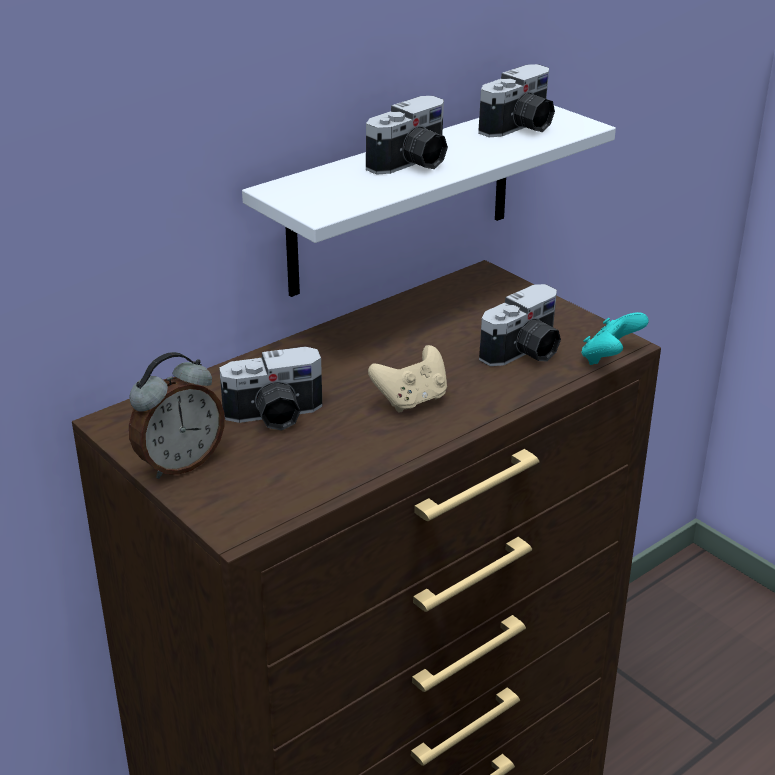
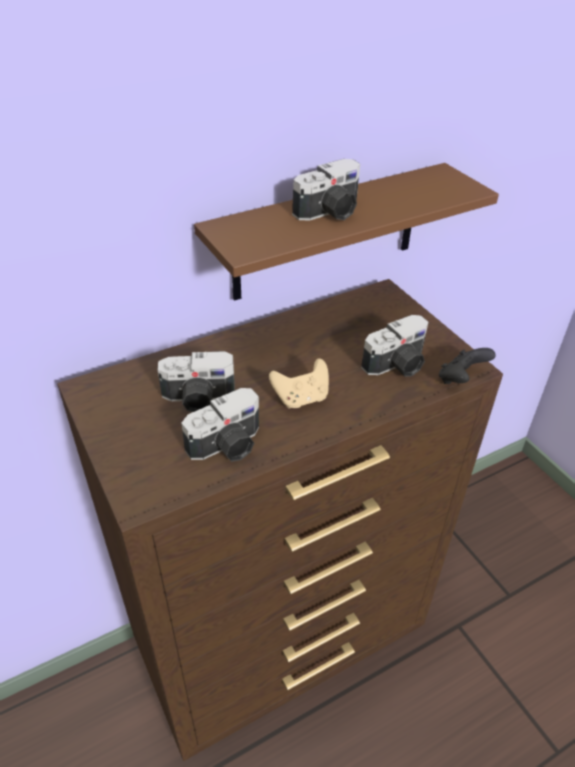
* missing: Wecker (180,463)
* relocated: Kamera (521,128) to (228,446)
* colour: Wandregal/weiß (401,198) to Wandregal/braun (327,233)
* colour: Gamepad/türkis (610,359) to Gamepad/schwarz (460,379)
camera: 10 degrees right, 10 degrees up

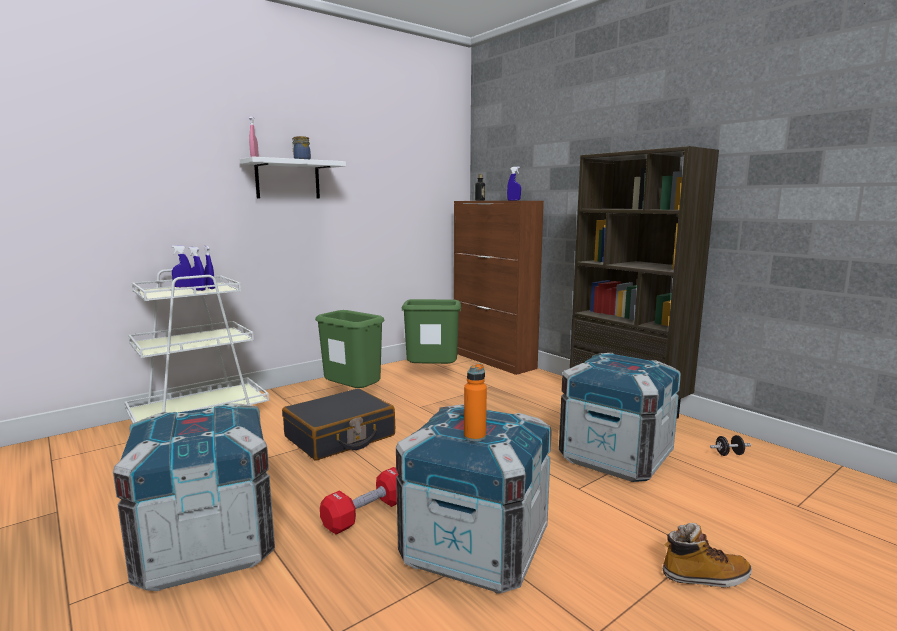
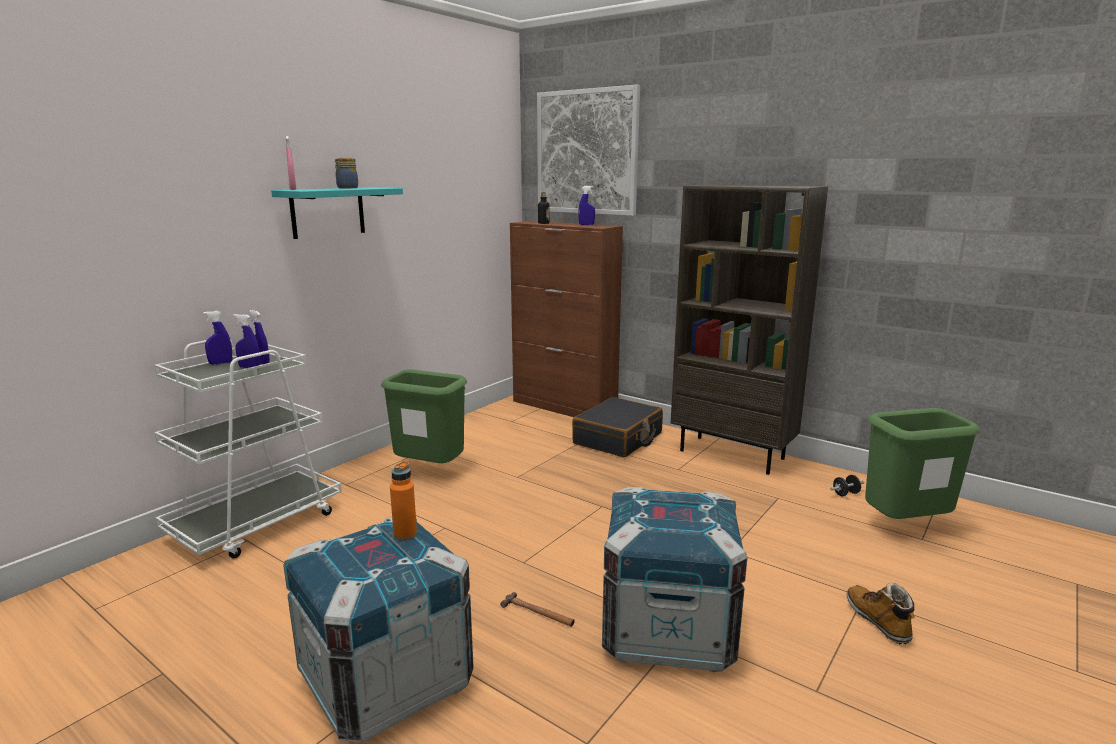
* missing: Kiste (615,457)
* appeared: Bild (587,152)
* relocated: Koffer/schwarz (340,437) to (618,439)
* relocated: Mülleimer/grün (432,373) to (905,526)
* relocated: Flasche/orange (474,437) to (405,535)
* exchanged: Hantel/rot (366,514) to Hammer (538,613)
* colour: Wandregal/weiß (288,180) to Wandregal/türkis (328,212)
* spun: Stiefel (705,577) = (878,621) 90 degrees counterclockwise
camera: 15 degrees left, 5 degrees up

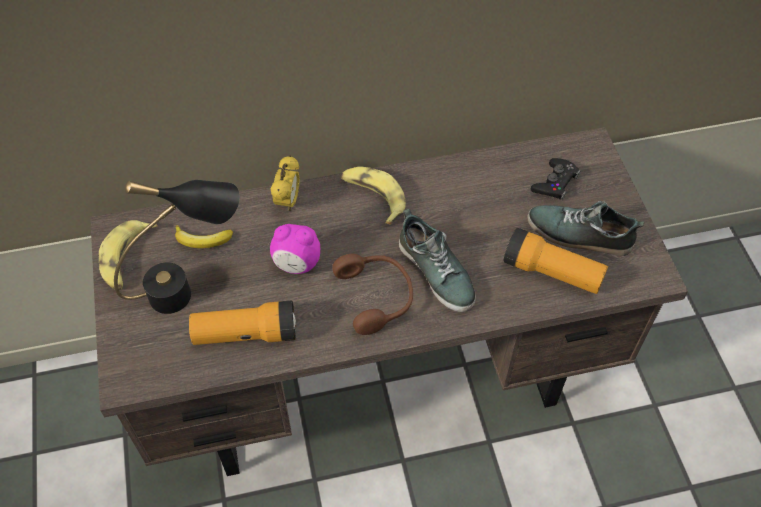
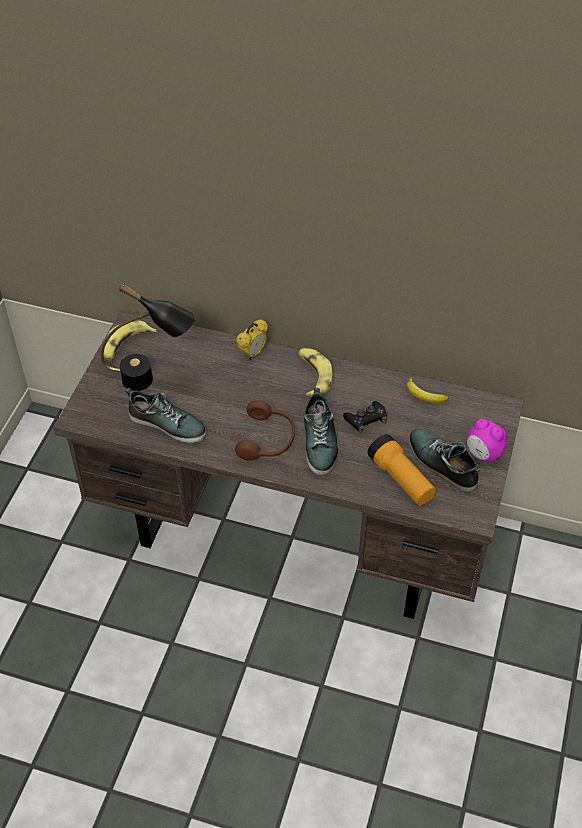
* relocated: Banane (202,241) to (424,396)
* relocated: Wecker (297,264) to (483,454)
* relocated: Gamepad/schwarz (555,183) to (366,419)
* exchanged: Taschenlampe (246,334) to Schuh (168,424)
camera: 30 degrees right, 5 degrees down

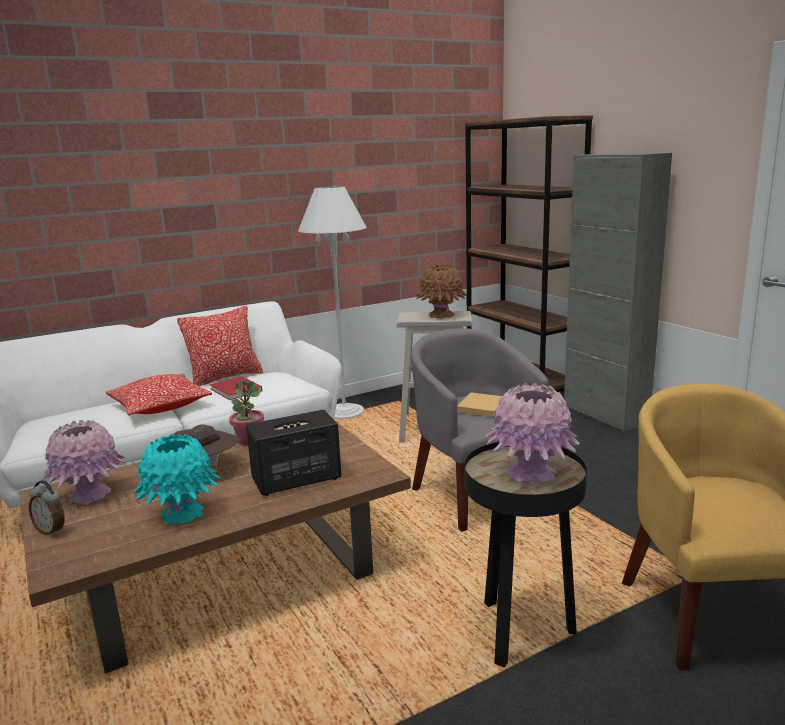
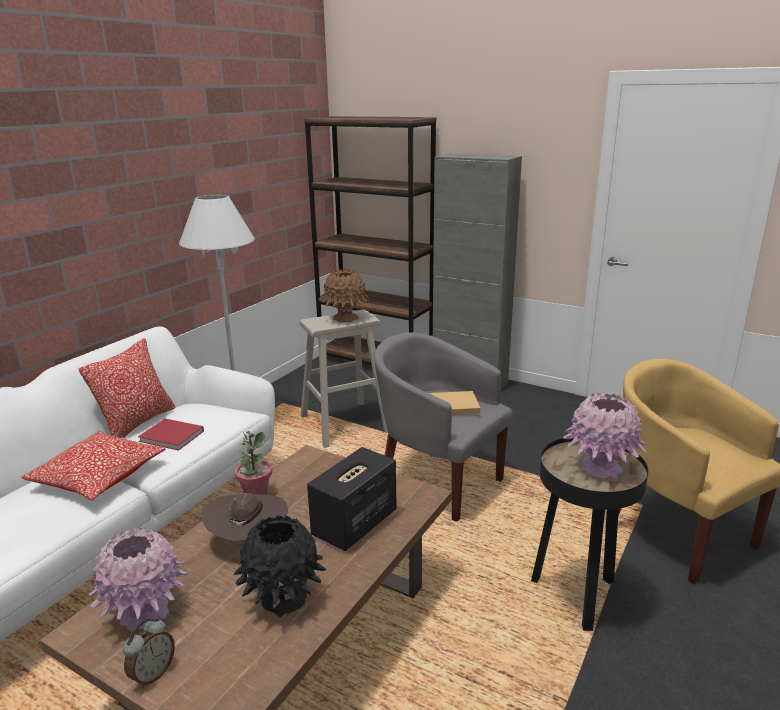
* colour: Vase/türkis (182,514) to Vase/schwarz (283,599)
* spun: Wecker (51,530) = (152,673) 60 degrees counterclockwise
camera: 30 degrees left, 5 degrees up

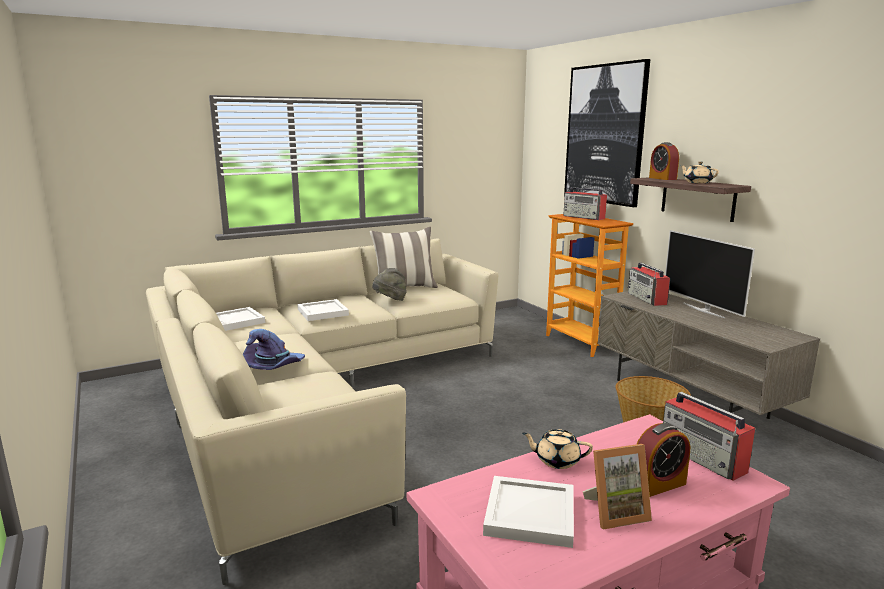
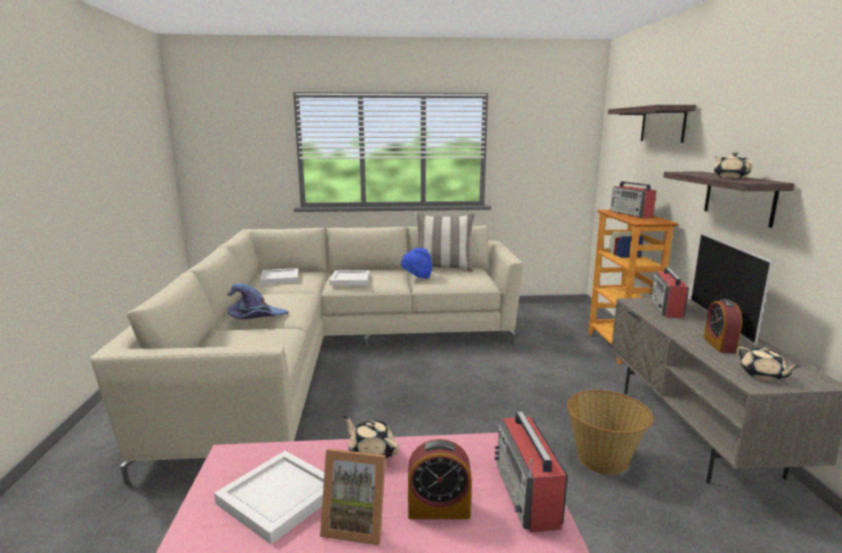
* appeared: Teekanne/beige (762,375)
* relocated: Wecker (662,178) to (719,345)
* exchanged: Bild (604,134) to Wandregal (663,124)
* colour: Hut/grau (390,300) to Hut/blau (417,277)
camera: 25 degrees right, 0 degrees up

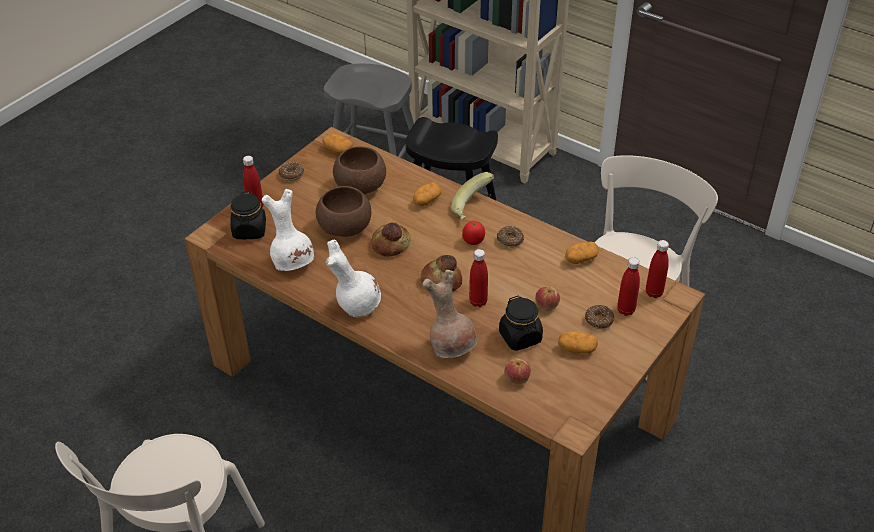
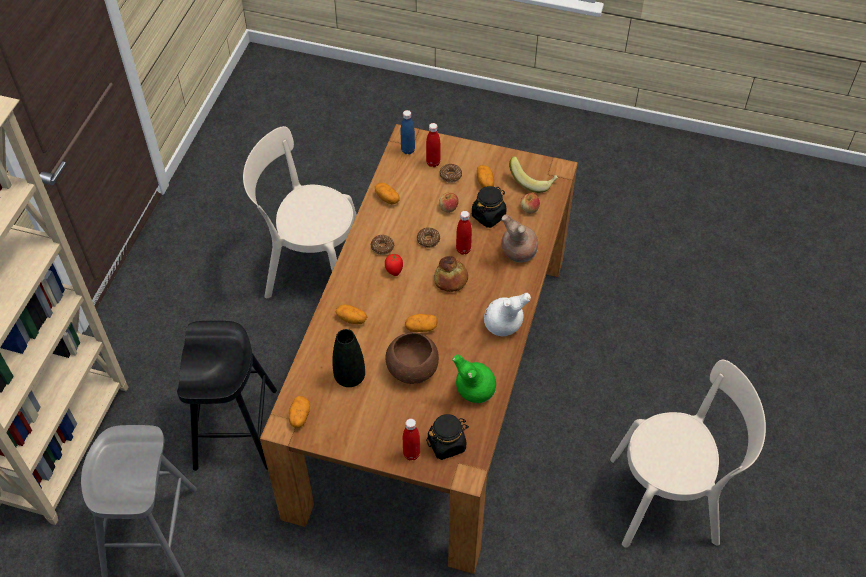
* relocated: Donut (291,175) to (428,240)
* relocated: Banane (473,208) to (532,181)
* exchanged: Schüssel/braun (360,186) to Vase/schwarz (349,377)
* exchanged: Brot (390,244) to Kartoffel (421,327)
* colour: Vase/weiß (293,262) to Vase/grün (473,391)
* colour: Flasche/rot (654,293) to Flasche/blau (408,150)
camera: 110 degrees left, 10 degrees up

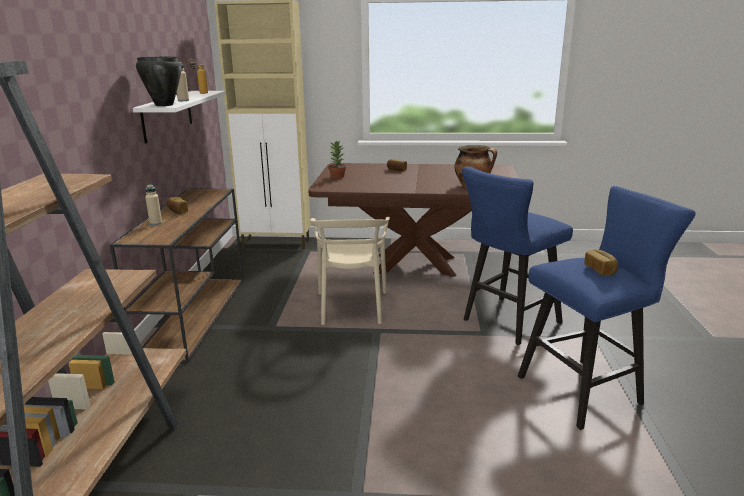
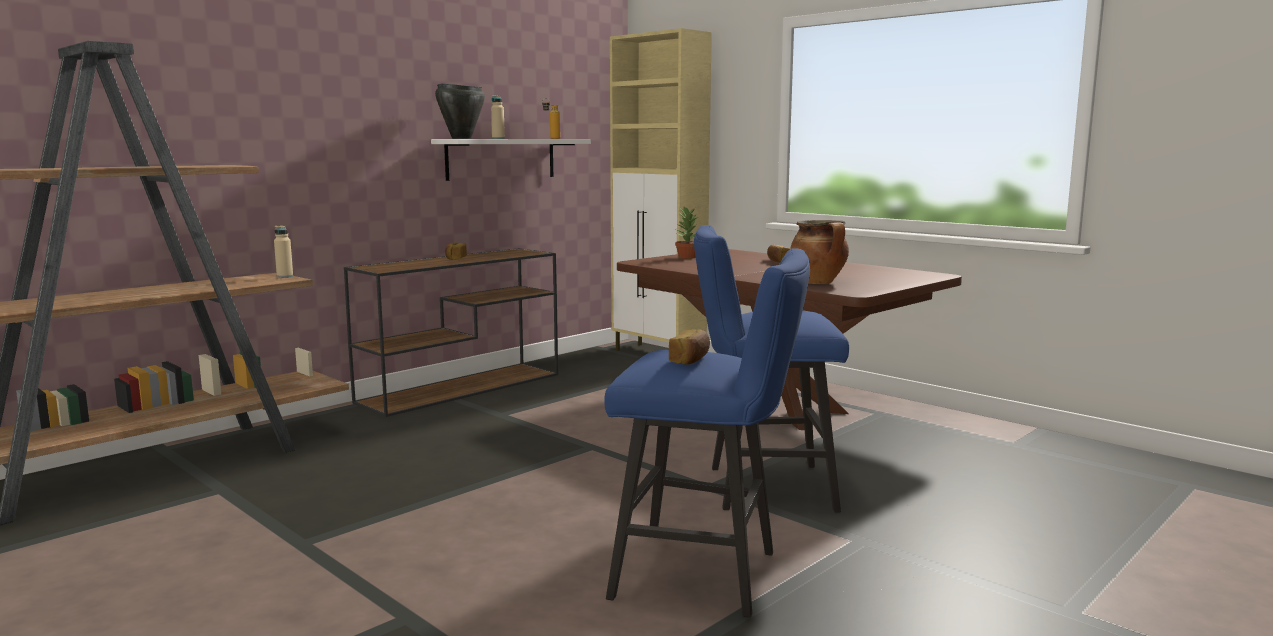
* missing: Stuhl/beige (352,307)
* relocated: Flasche/beige (156,223) to (285,276)
camera: 40 degrees right, 10 degrees down

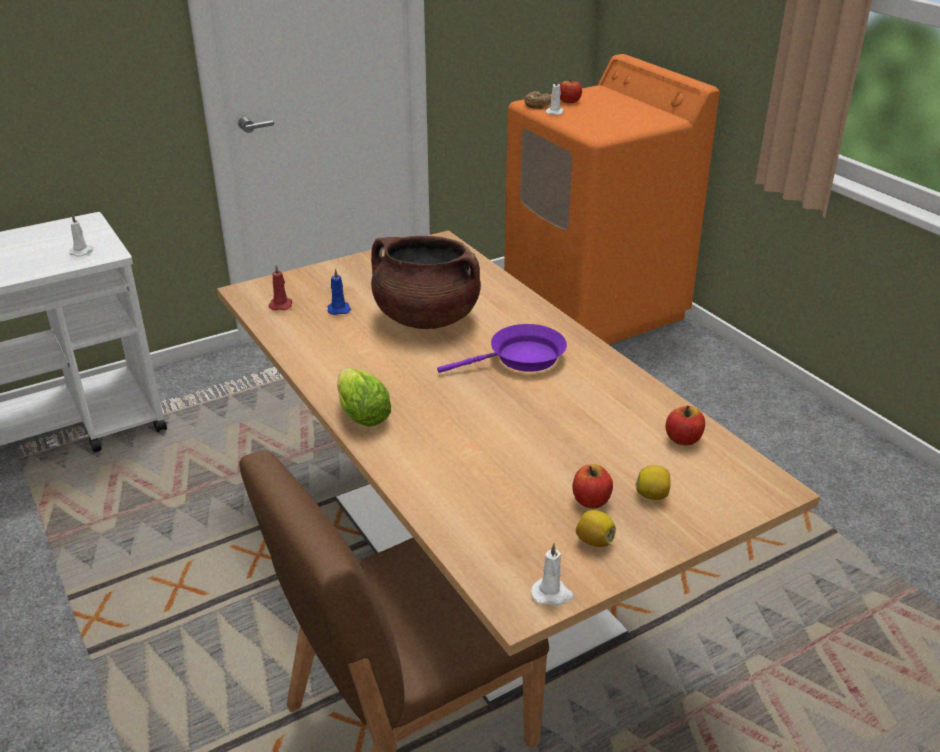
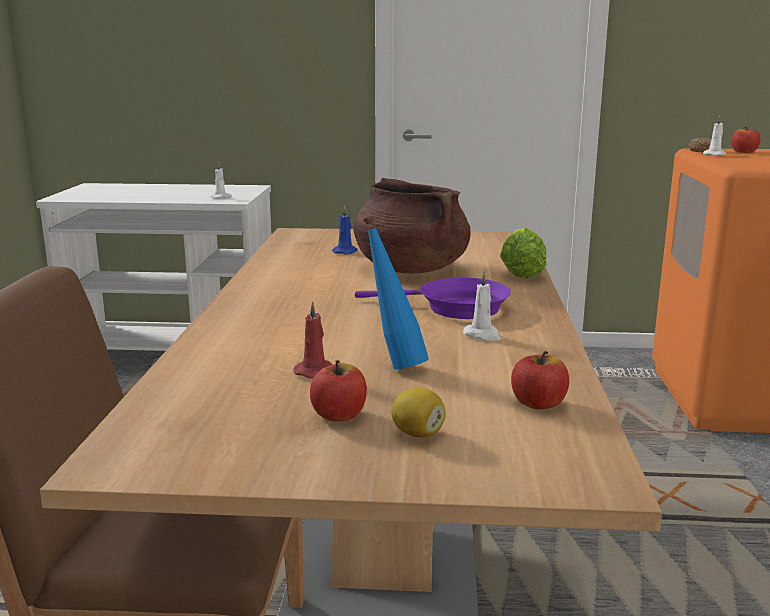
* missing: Zitrone (594,541)
* appeared: Flasche/blau (394,364)
* relocated: Kerze/rot (281,305) to (315,371)
* relocated: Salatkopf (360,413) to (521,273)
* relocated: Kerze/weiß (552,594) to (483,335)
camera: 35 degrees right, 15 degrees down

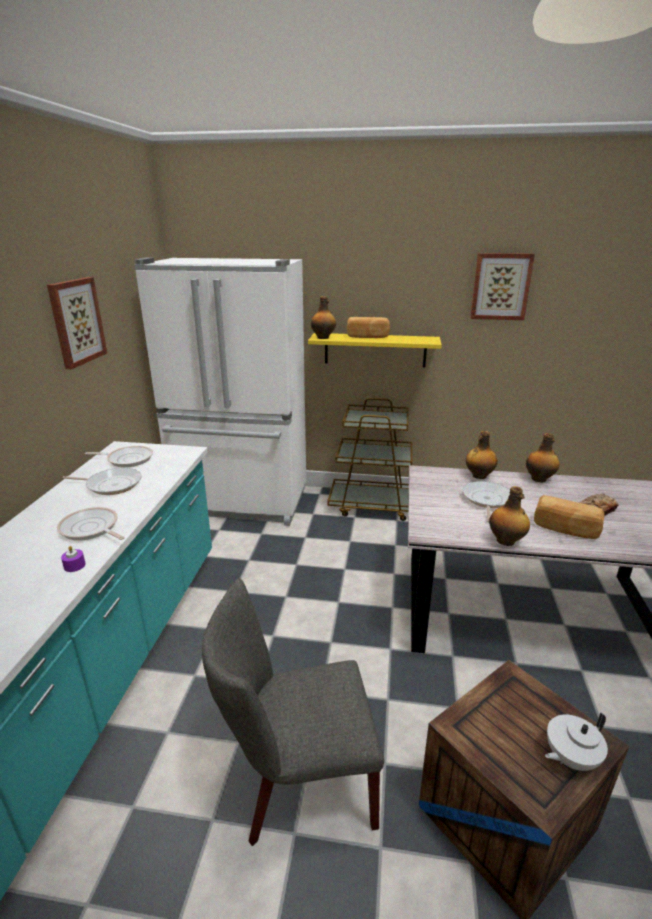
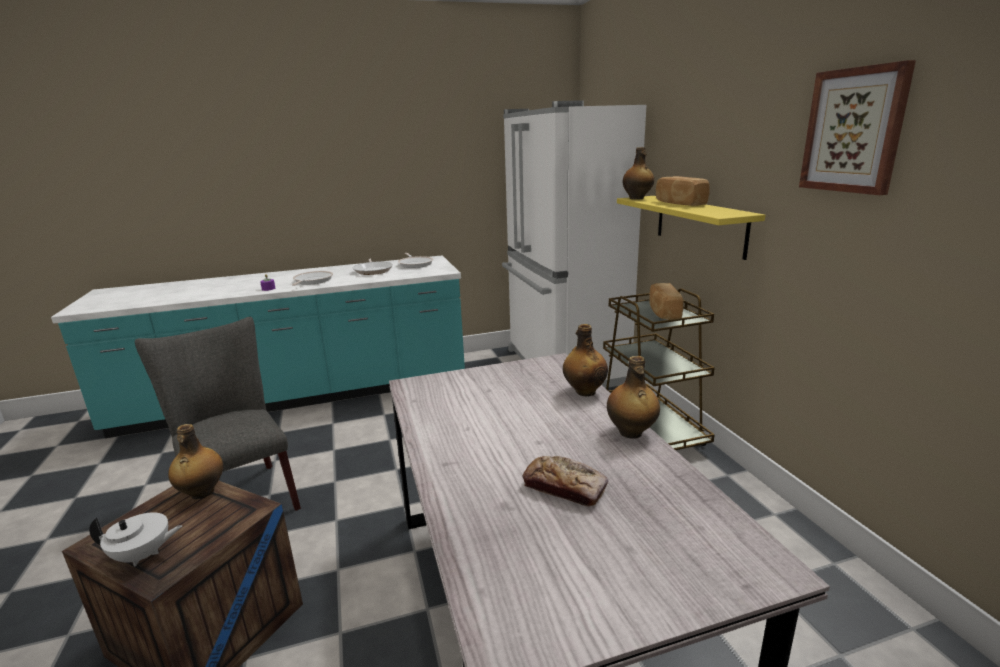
* missing: Bild (76,322)
* missing: Pfanne (486,500)
* relocated: Flasche (506,541) to (202,493)
* relocated: Brot (565,529) to (663,312)
* spun: Teekanne/weiß (569,757) = (143,555) 135 degrees clockwise
camera: 65 degrees right, 5 degrees down

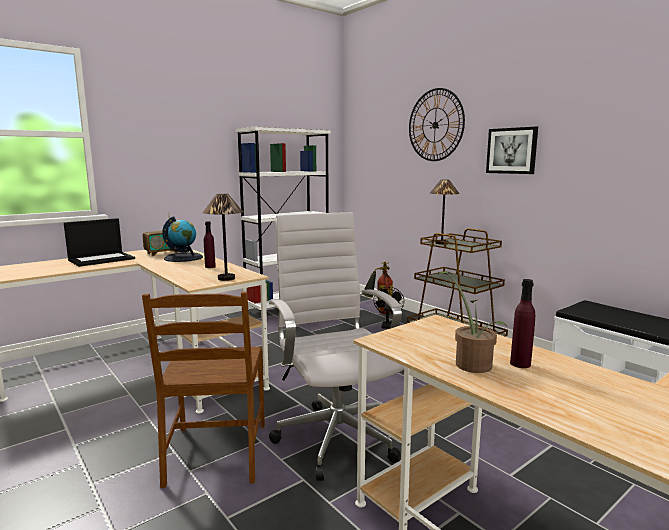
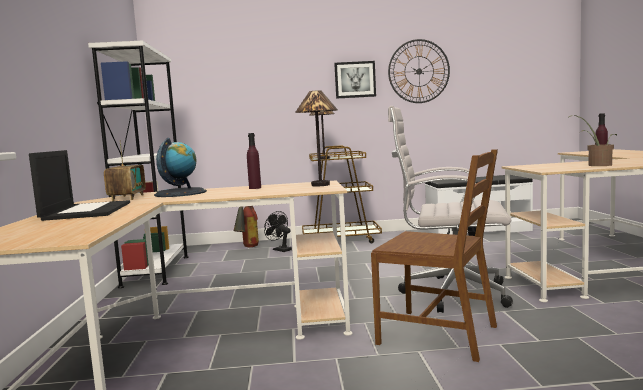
* relocated: Wanduhr (435,125) to (419,71)
camera: 55 degrees left, 5 degrees down

